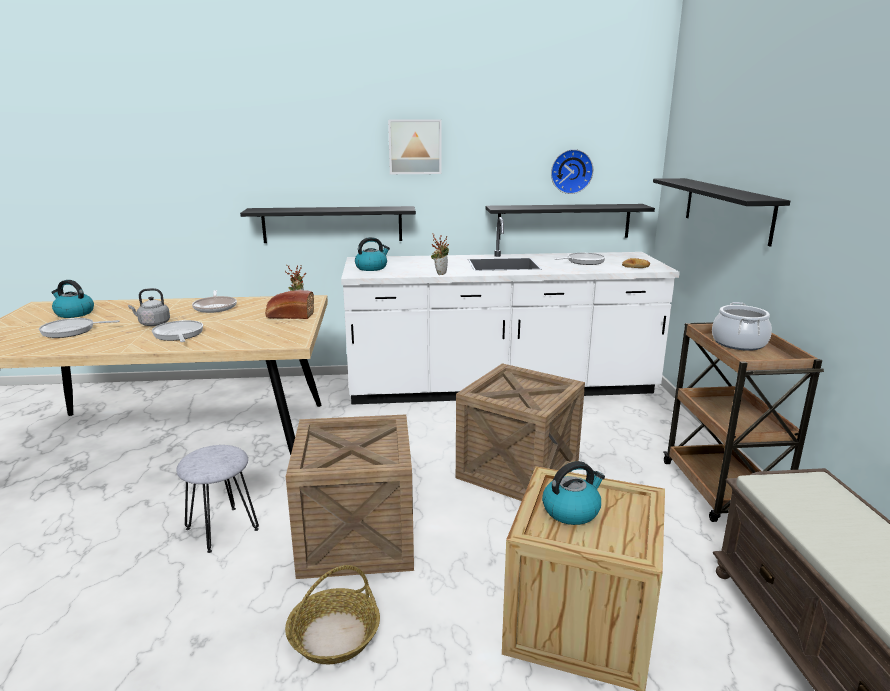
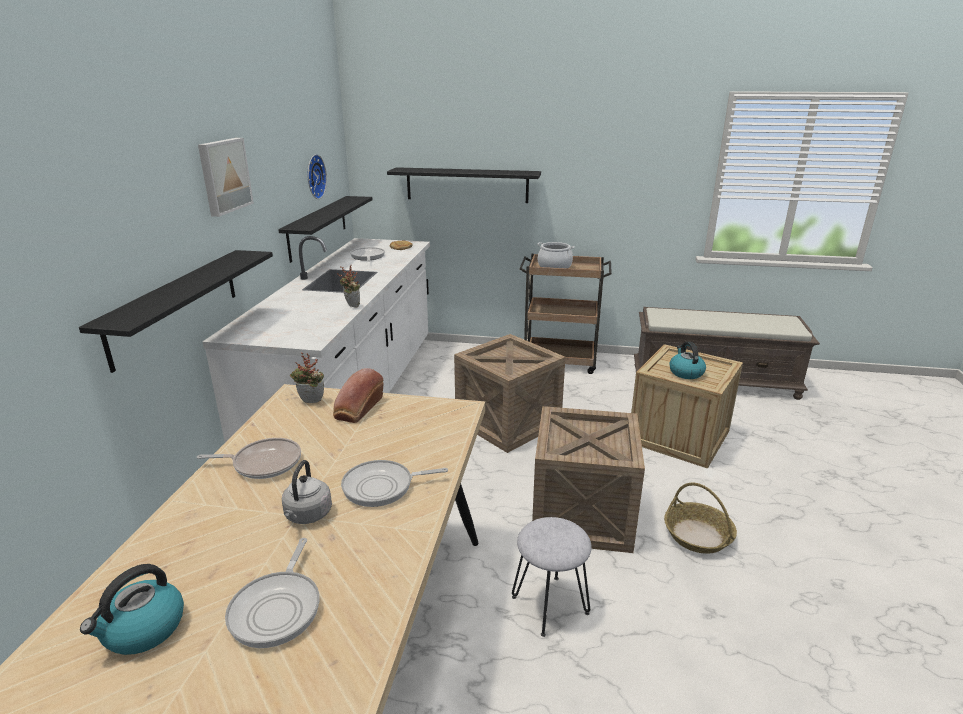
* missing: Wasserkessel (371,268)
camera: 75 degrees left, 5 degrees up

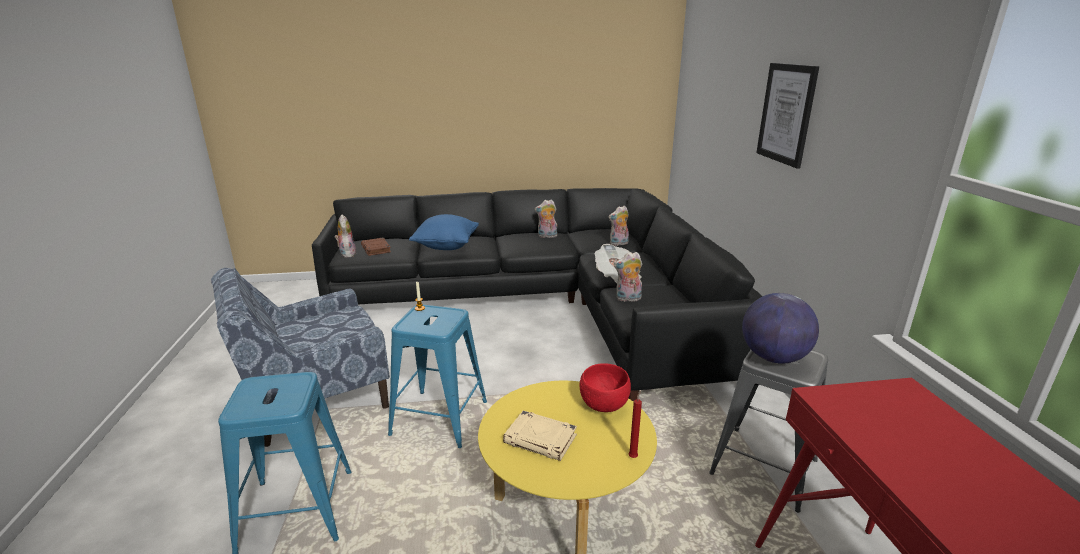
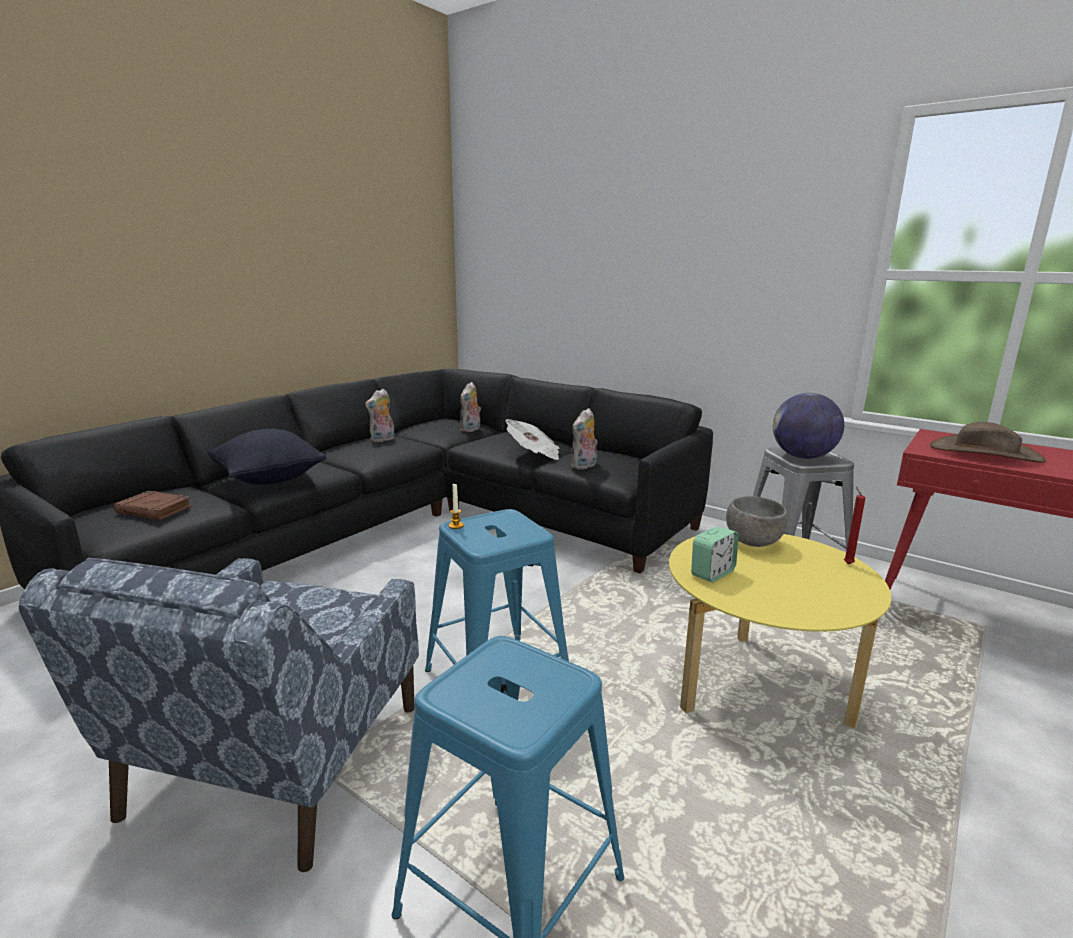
* missing: Plüschtier (347,254)
* missing: Buch/beige (541,439)
* missing: Bild (786,113)
* appeared: Wecker (712,573)
* appeared: Hut/braun (985,453)
* colour: Kissen/blau (446,246) to Kissen/schwarz (269,479)
* colour: Schüssel/rot (603,405) to Schüssel/grau (752,542)
camera: 45 degrees left, 5 degrees down

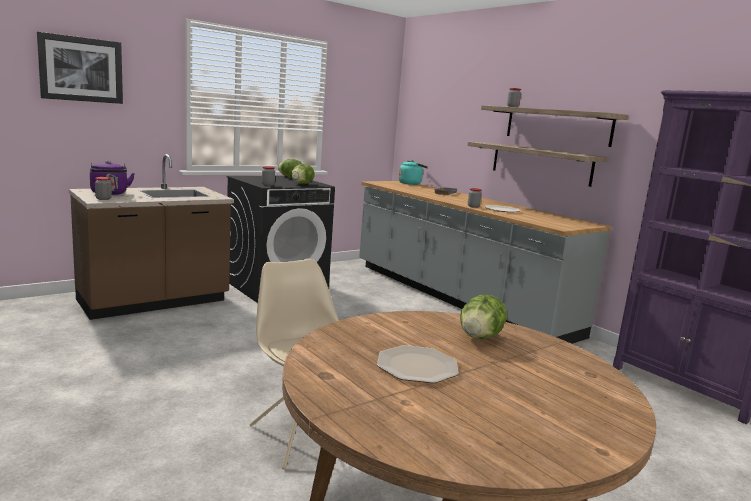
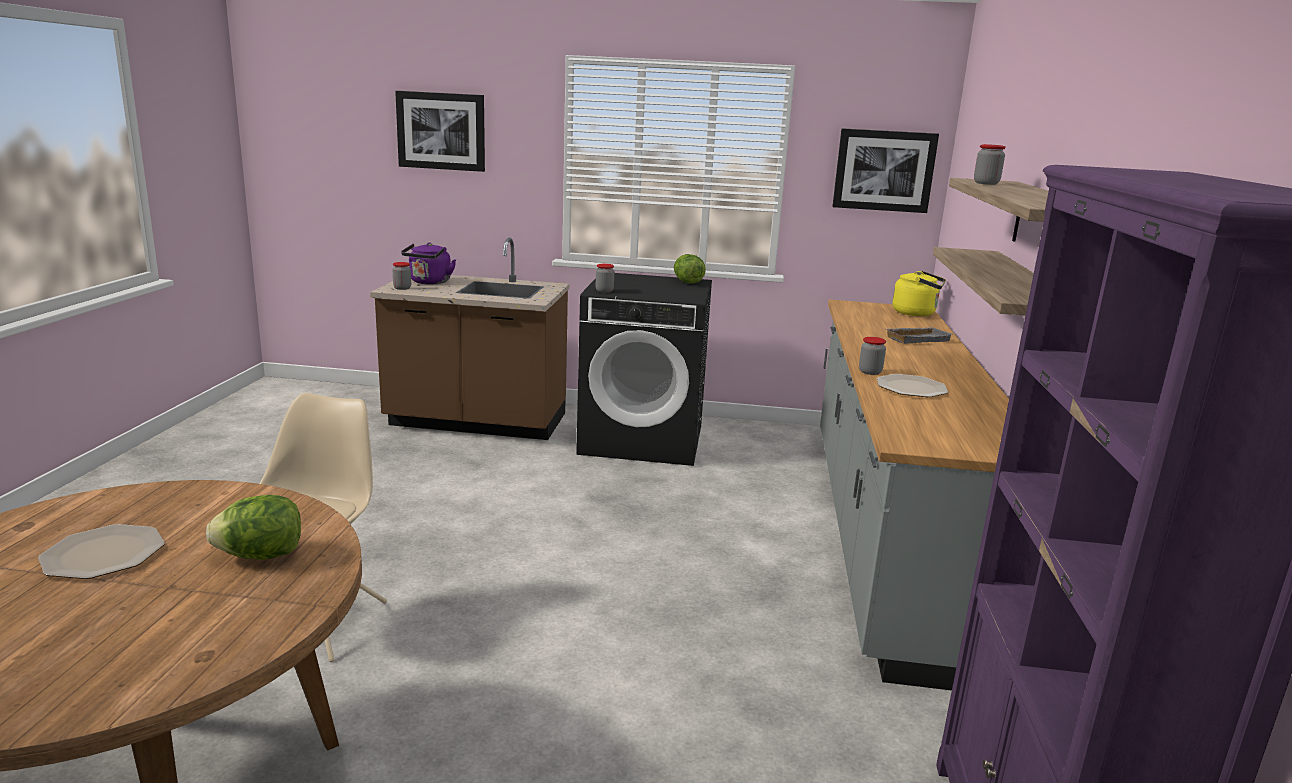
* missing: Salatkopf (301,184)
* appeared: Bild (884,170)
* colour: Wasserkessel/türkis (411,183) to Wasserkessel/gelb (916,313)
camera: 45 degrees right, 5 degrees up

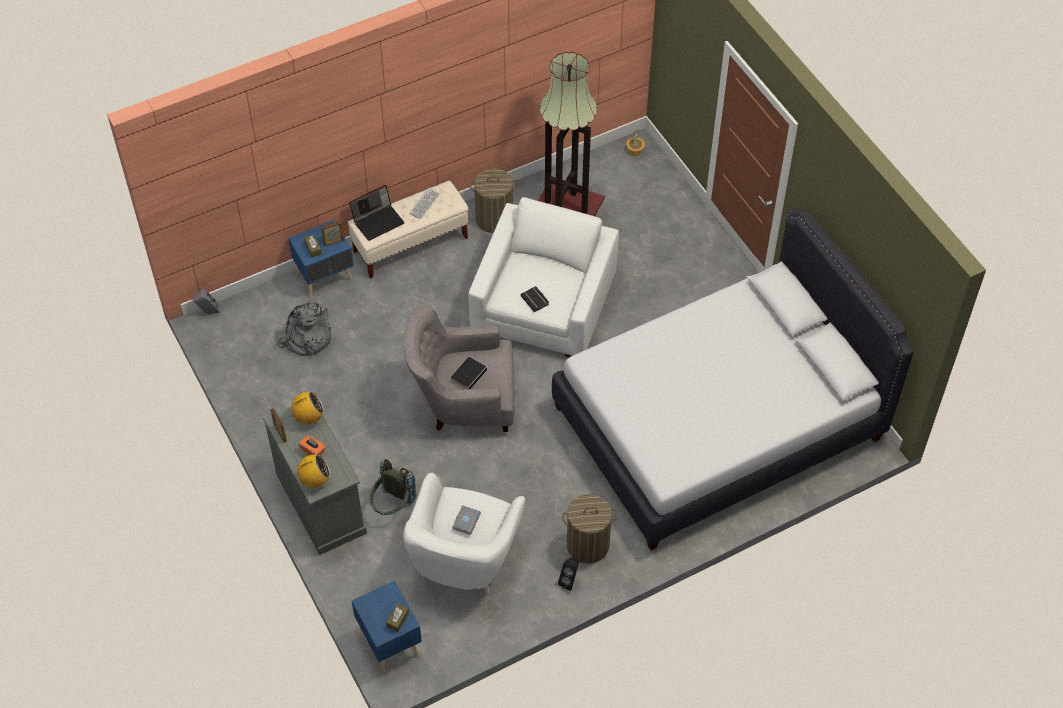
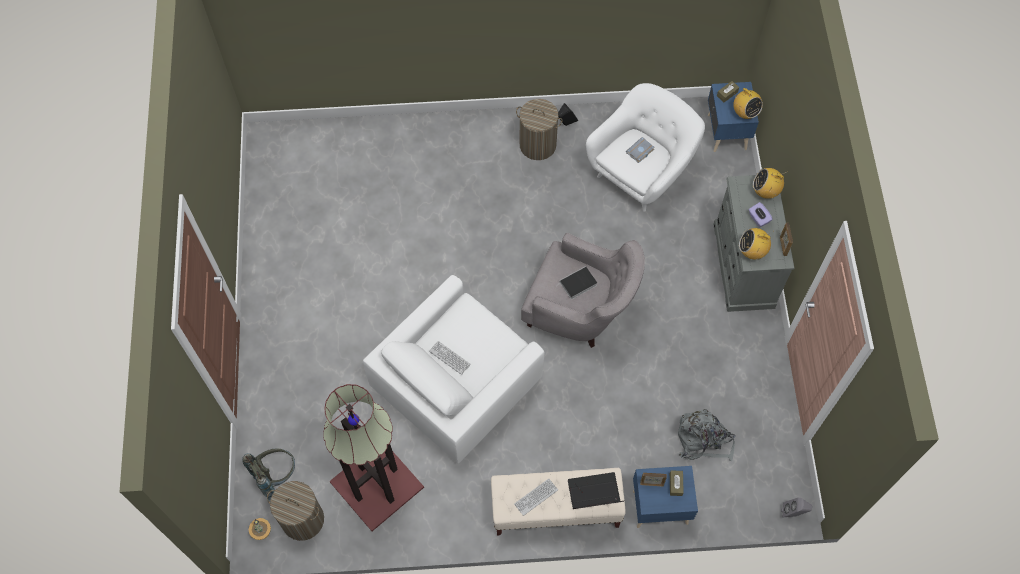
* missing: Buch/schwarz (536,300)
* missing: Bett/weiß (717,422)
* appeared: Tastatur (450,358)
* appeared: Radio (745,113)
* relocated: Rucksack/grau (392,506) to (276,476)
* relocated: Wäschekorb (494,219) to (302,519)
* colour: Taschentuchbox/orange (313,450) to Taschentuchbox/lila (758,219)
camera: 155 degrees left, 10 degrees up

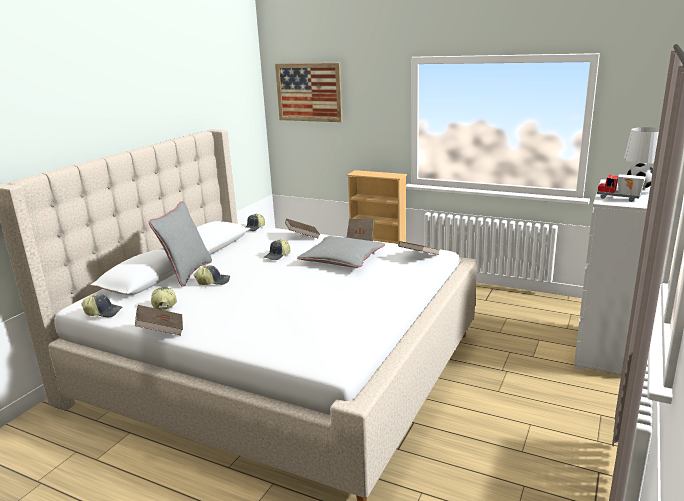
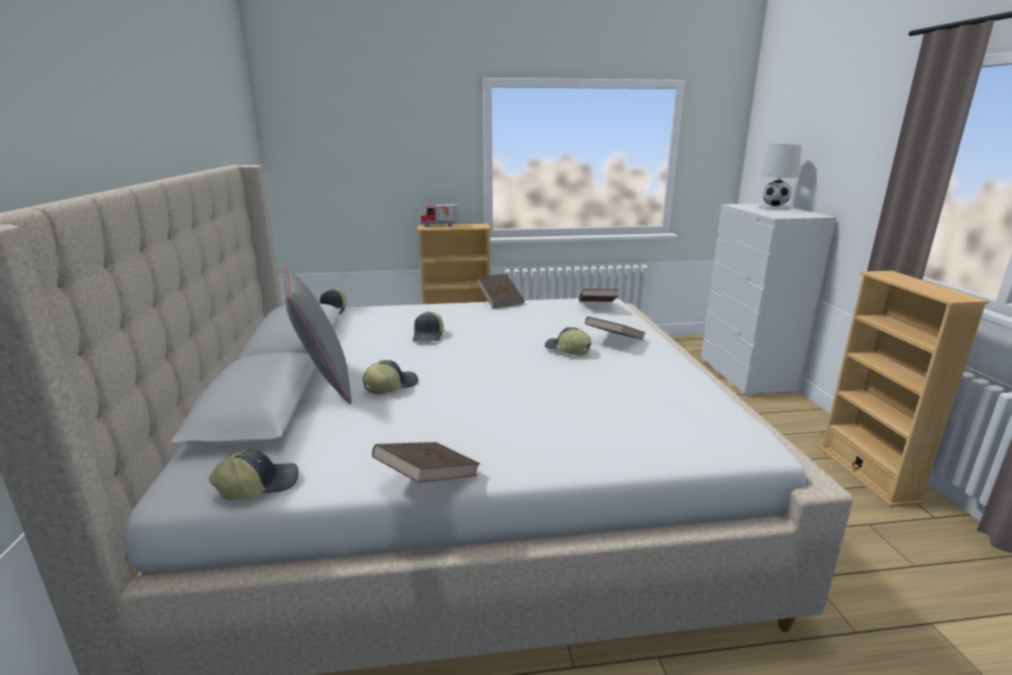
* missing: Bild (309,92)
* missing: Kissen/grau (342,258)
* appeared: Bücherregal/beige (867,474)
* relocated: Kappe (164,304) to (567,350)
* relocated: Buch/braun (302,236) to (614,341)
* relocated: Spielzeuglaster (619,199) to (439,226)
camera: 35 degrees left, 0 degrees up

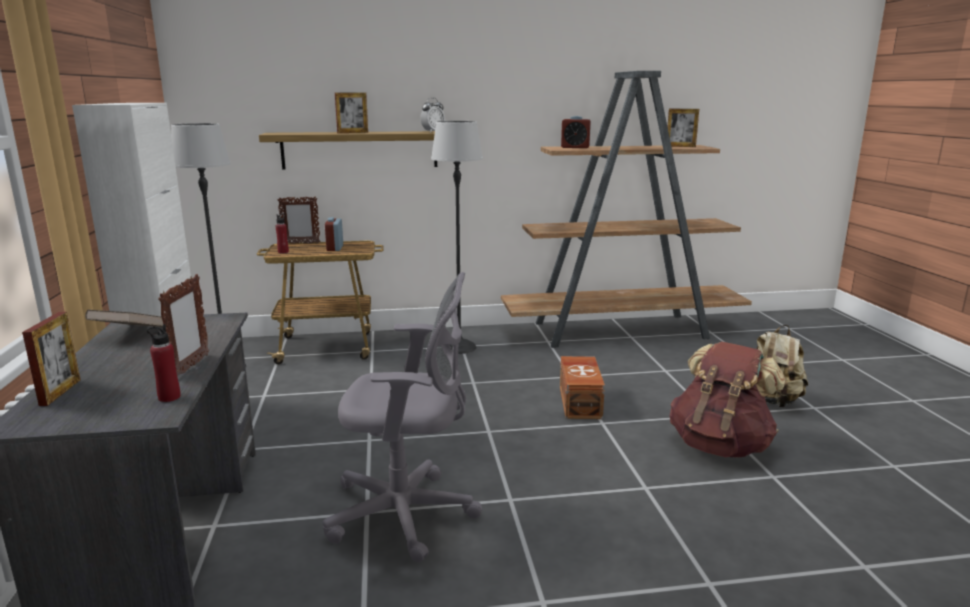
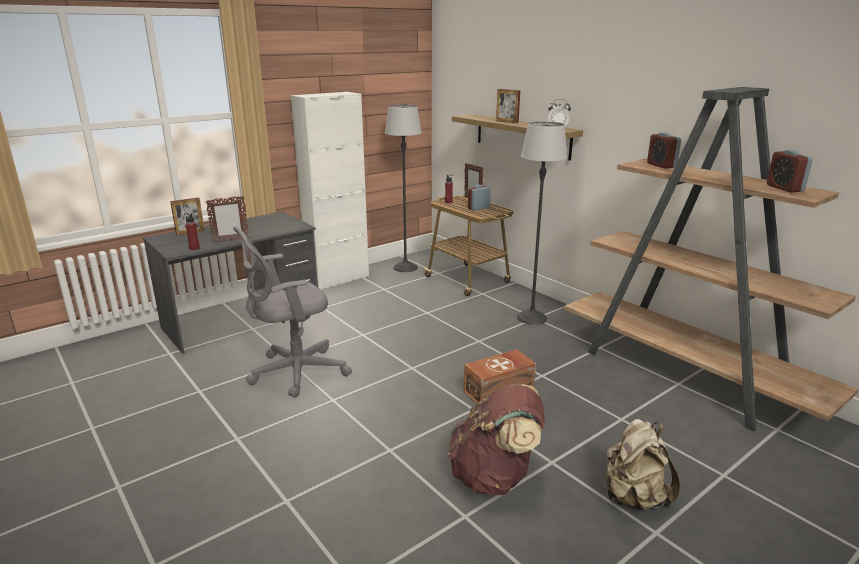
* missing: Buch/braun (133,335)
* exchanged: Bilderrahmen (680,146) to Wecker (784,188)
* spun: Bürostuhl/grau (408,514) = (294,372) 90 degrees clockwise
camera: 60 degrees right, 5 degrees up

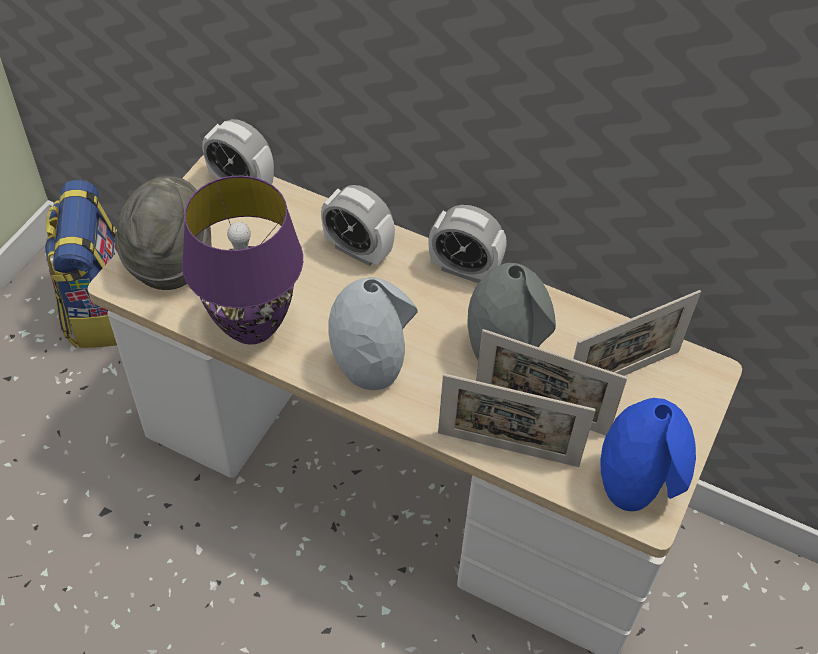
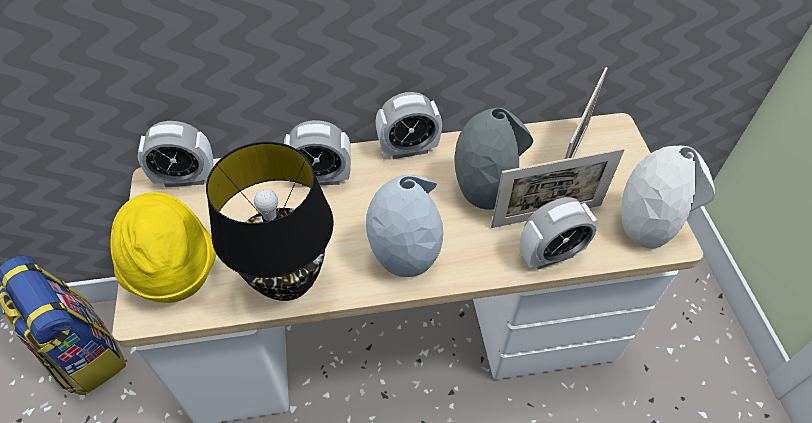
* exchanged: Bilderrahmen (508,449) to Wecker (550,255)
* colour: Hut/grau (170,260) to Hut/gelb (173,270)
* colour: Tischlampe/lila (252,327) to Tischlampe/schwarz (289,282)
* colour: Vase/blau (638,485) to Vase/weiß (648,226)
camera: 35 degrees left, 0 degrees up

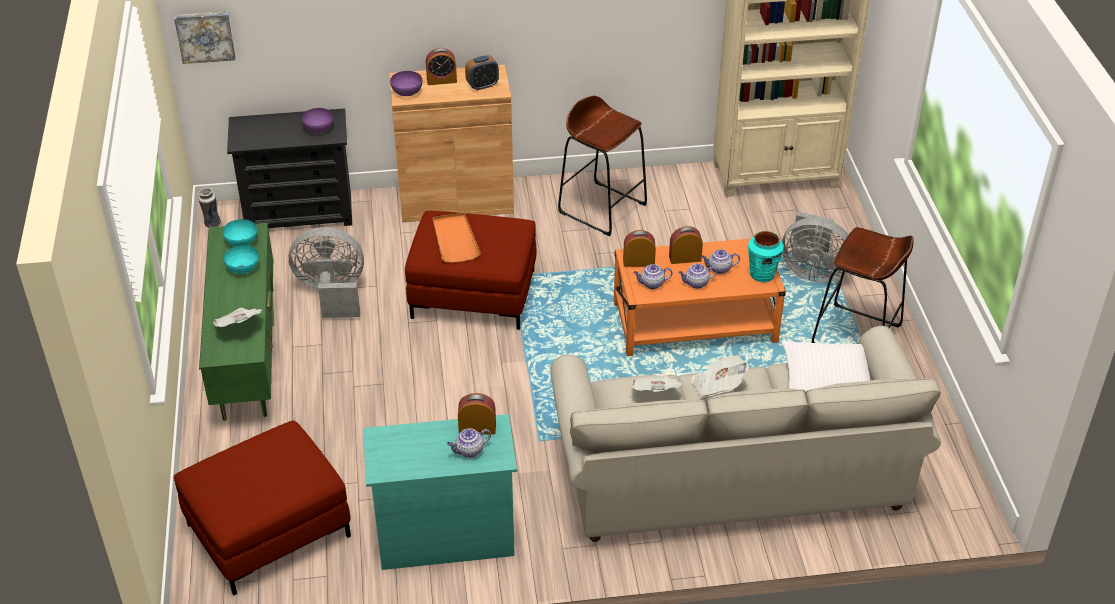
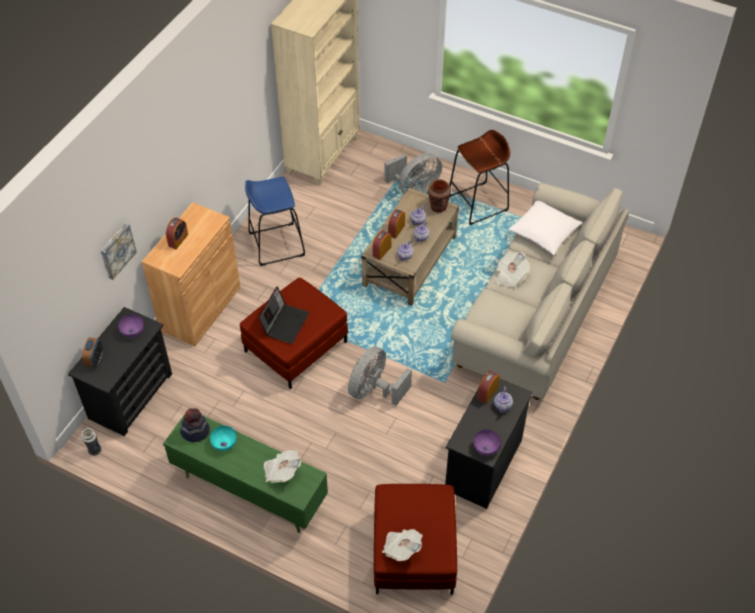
* relocated: Bild (205,36) to (116,250)
* relocated: Ventilator/grau (332,294) to (374,390)
* relocated: Schüssel/lila (407,92) to (486,447)
* relocated: Wecker (482,85) to (95,359)
* relocated: Zeitung (655,393) to (401,548)
* exchanged: Schüssel/türkis (241,241) to Hut (195,431)
* exchanged: Tablett/orange (455,239) to Laptop (285,323)
* colour: Kommode/türkis (444,535) to Kommode/schwarz (483,465)
* colour: Hocker/braun (602,208) to Hocker/blau (276,244)
* colour: Couchtisch/orange (694,322) to Couchtisch/beige (409,261)
* colour: Vase/türkis (762,274) to Vase/braun (438,207)
camera: 55 degrees left, 10 degrees up

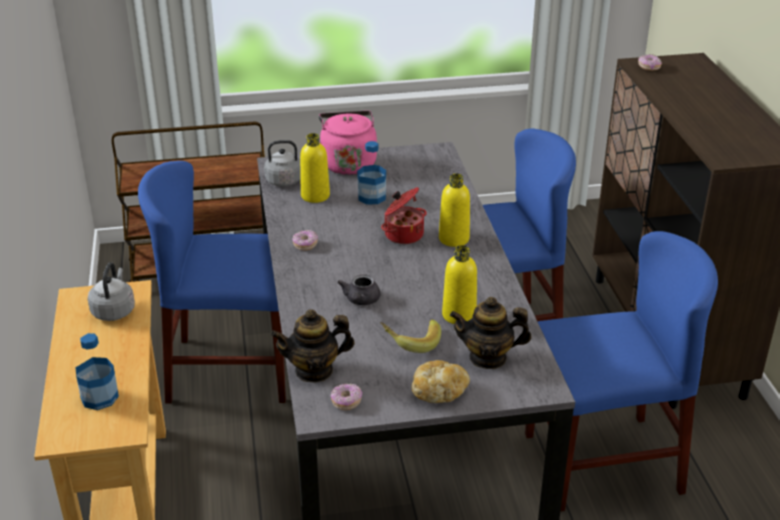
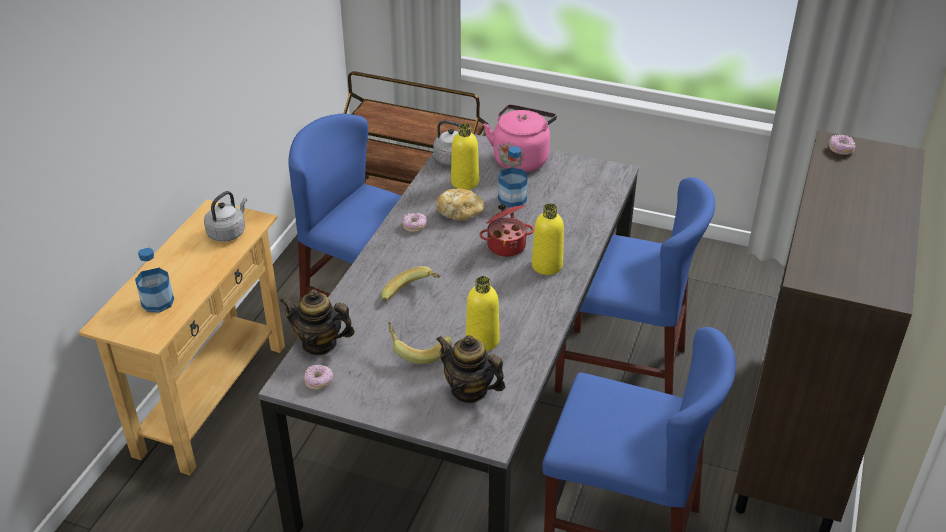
* relocated: Brot (439,392) to (460,213)
* exchanged: Teekanne/grau (360,301) to Banane (412,295)
camera: 30 degrees right, 5 degrees up

